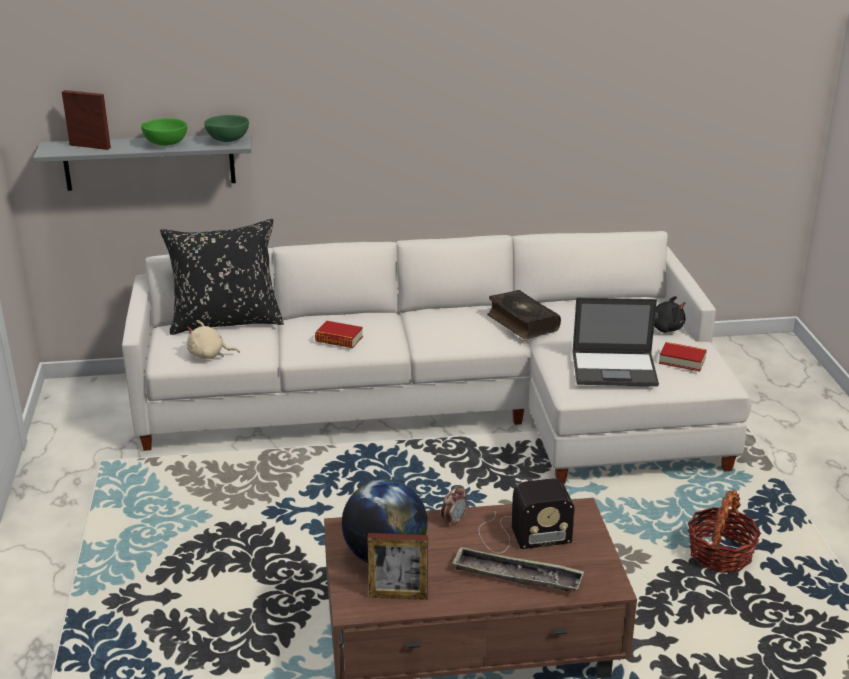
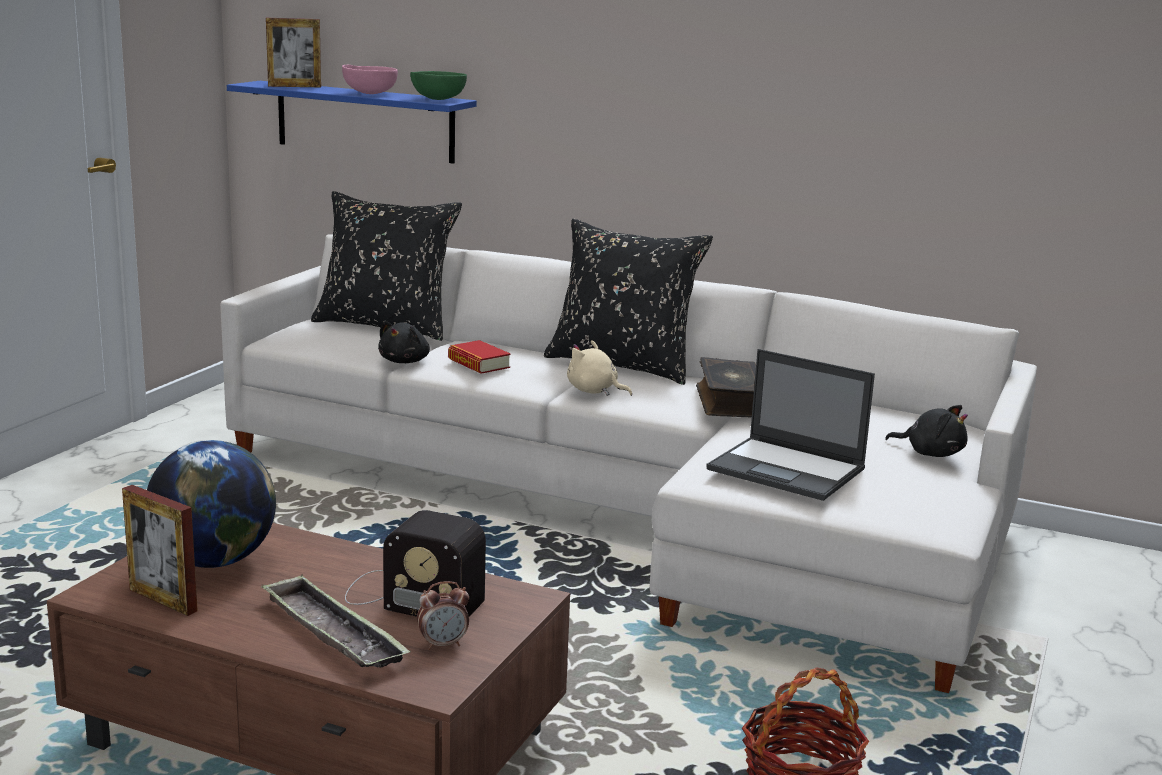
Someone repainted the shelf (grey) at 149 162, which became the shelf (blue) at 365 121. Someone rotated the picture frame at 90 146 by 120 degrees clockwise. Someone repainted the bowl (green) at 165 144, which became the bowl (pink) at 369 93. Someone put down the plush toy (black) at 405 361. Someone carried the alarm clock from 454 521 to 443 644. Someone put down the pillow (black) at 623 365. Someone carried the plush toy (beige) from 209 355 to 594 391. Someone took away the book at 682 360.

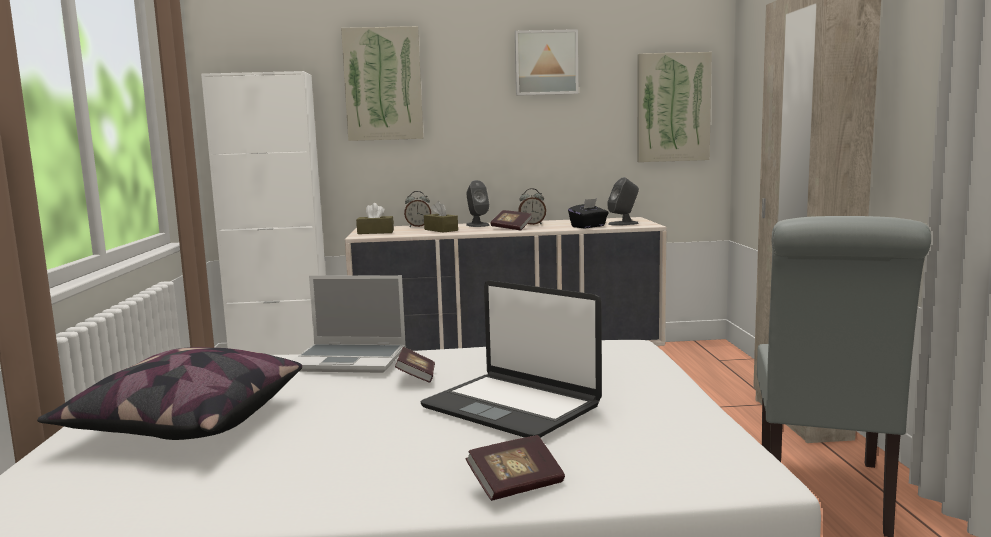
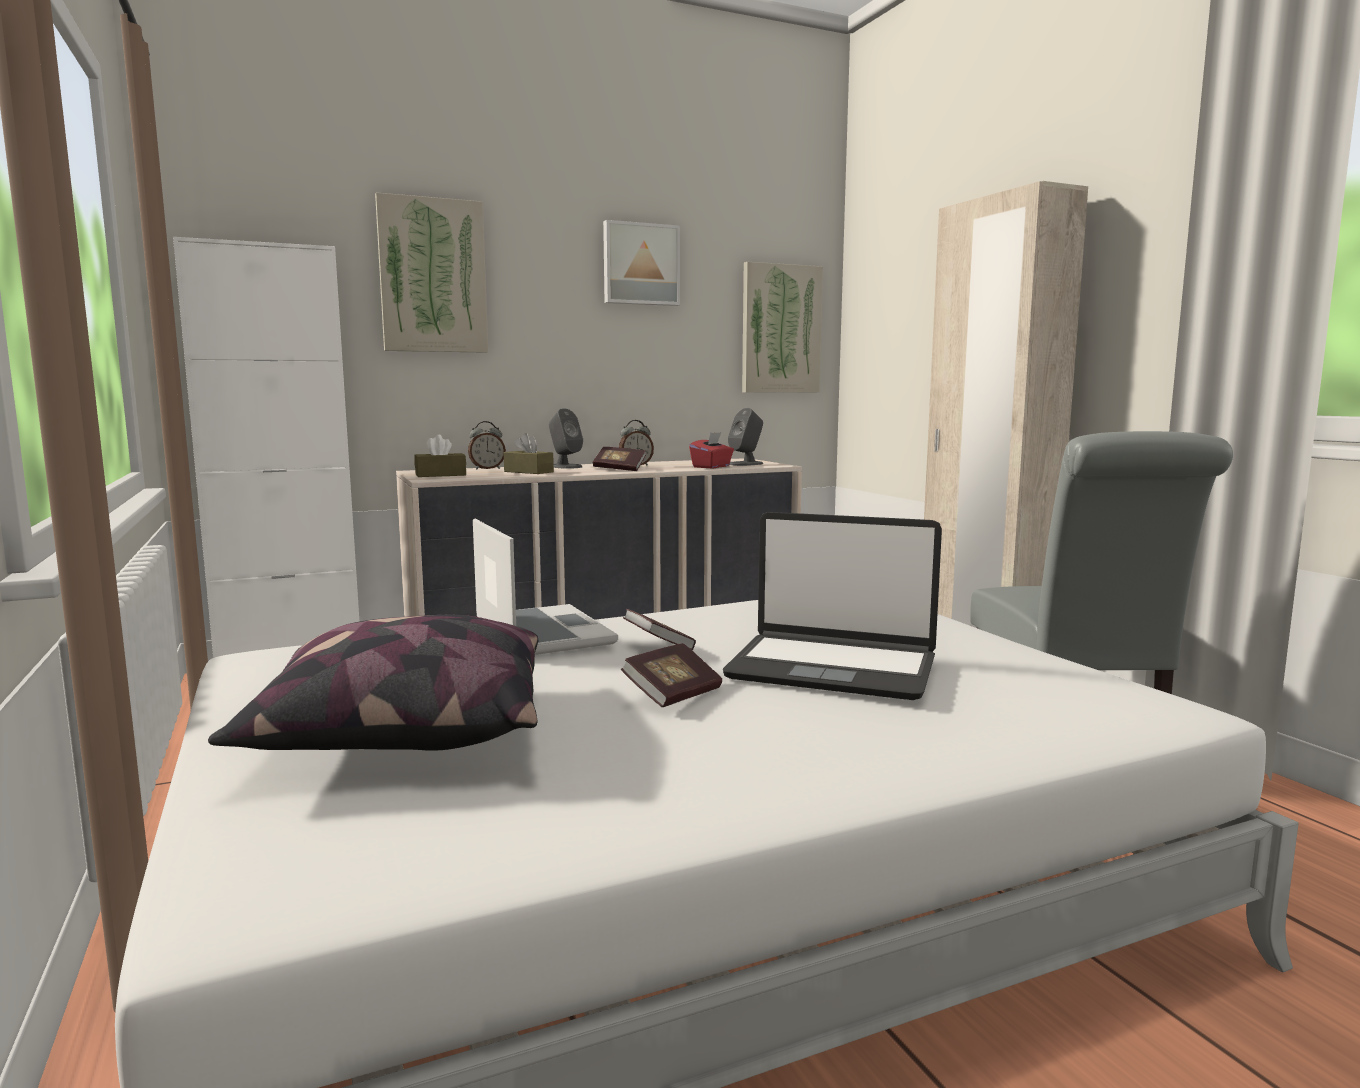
Someone rotated the laptop at 351 360 by 105 degrees counterclockwise. Someone carried the book from 516 485 to 673 695. Someone repainted the tissue box (black) at 588 226, which became the tissue box (red) at 712 467.

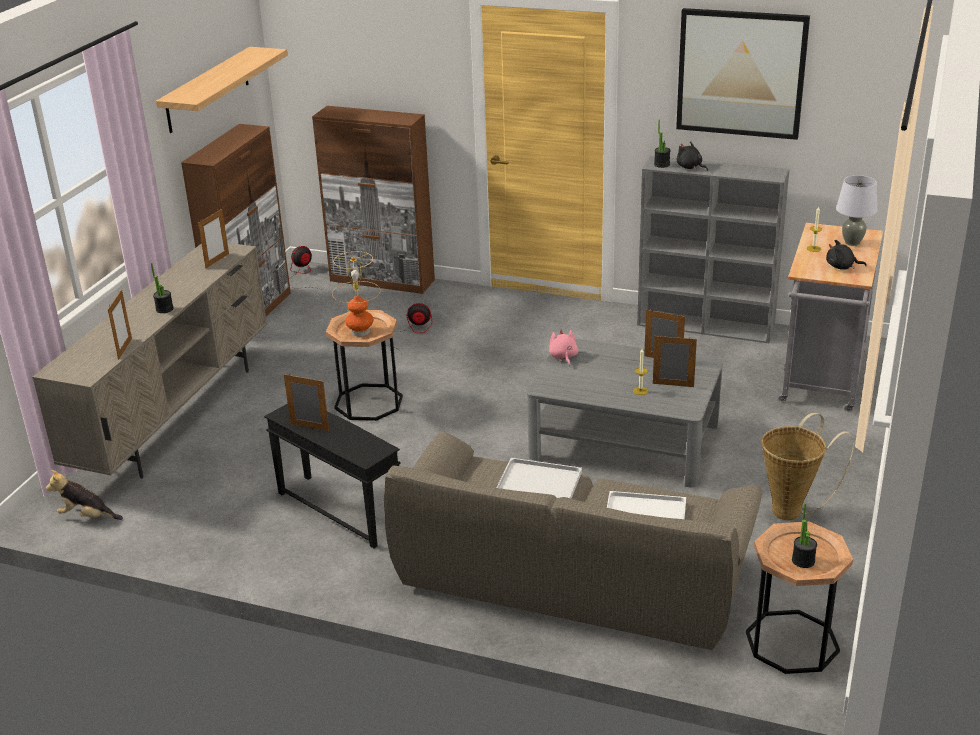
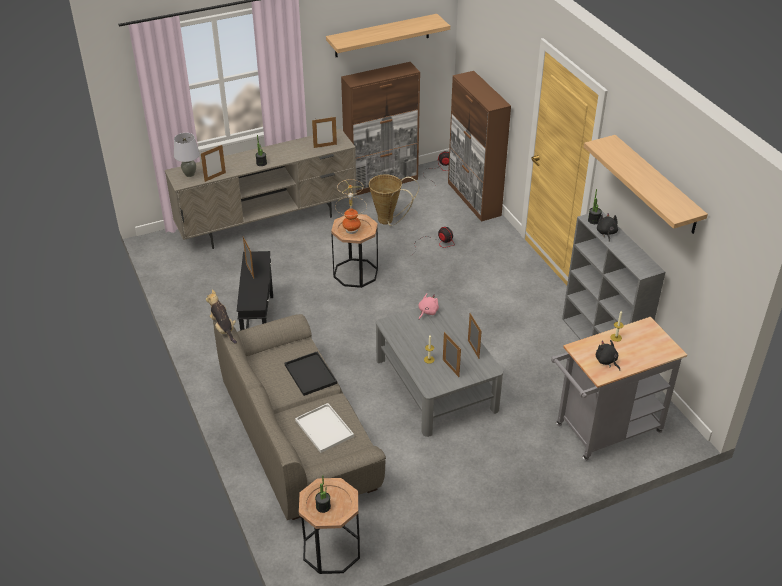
Someone carried the table lamp (grey) from 852 242 to 190 174. Someone carried the plush toy from 87 516 to 223 328. Someone repainted the tray (white) at 541 482, which became the tray (black) at 311 374. Someone carried the basket from 792 510 to 389 221. Someone swapped the picture at 741 73 for the shelf at 656 185.

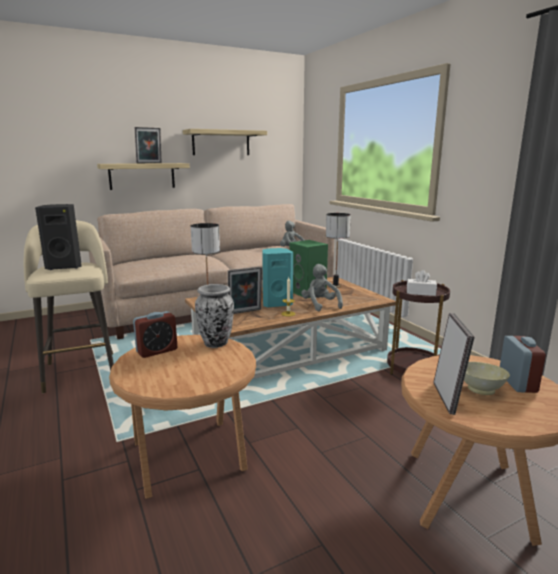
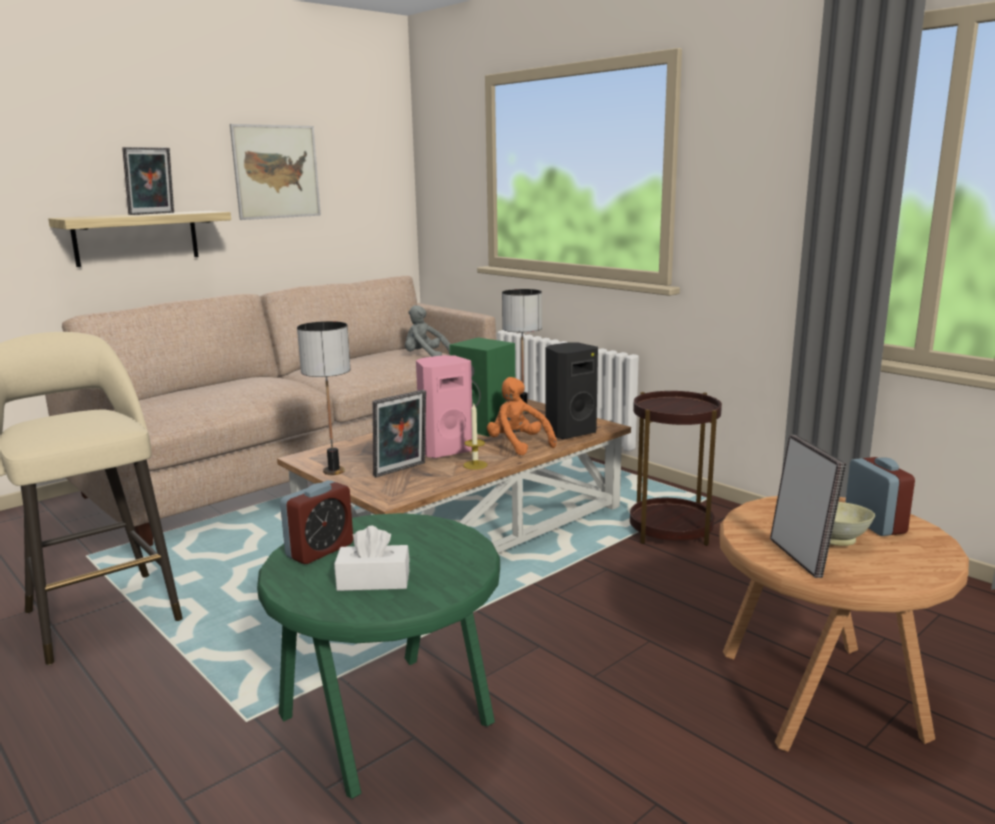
Someone swapped the shelf at 221 143 for the picture at 276 172. Someone repainted the side table (brown) at 191 456, which became the side table (green) at 390 720. Someone carried the tissue box (white) from 420 293 to 373 581. Someone repainted the speaker (turquoise) at 276 303, which became the speaker (pink) at 444 450. Someone repainted the plush toy (grey) at 320 305, which became the plush toy (orange) at 518 445. Someone carried the speaker (black) from 65 267 to 569 432. Someone took away the vase at 216 343.

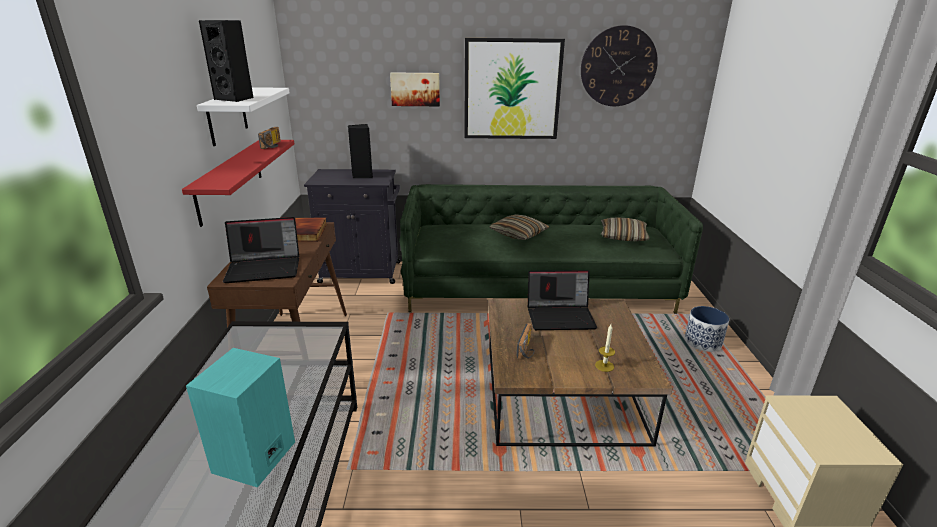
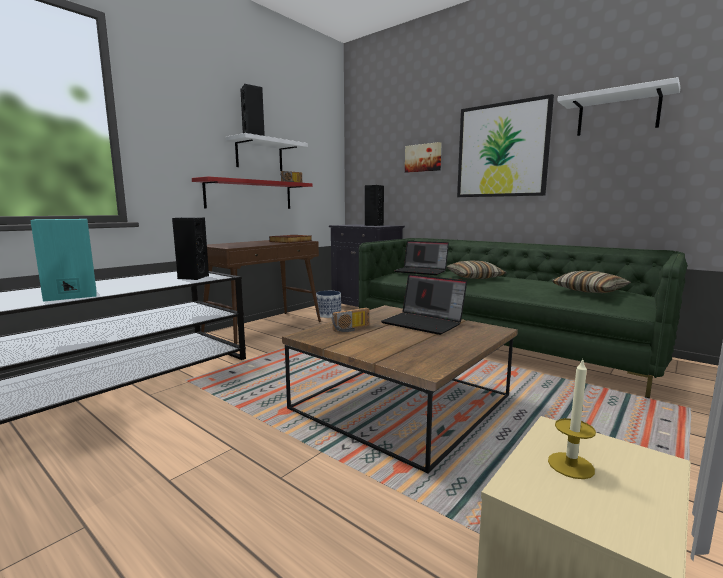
Someone put down the speaker (black) at 193 277. Someone carried the planter from 703 342 to 328 315. Someone carried the laptop from 265 268 to 422 271. Someone carried the candle from 604 366 to 570 465. Someone swapped the wall clock at 618 66 for the shelf (white) at 617 114.

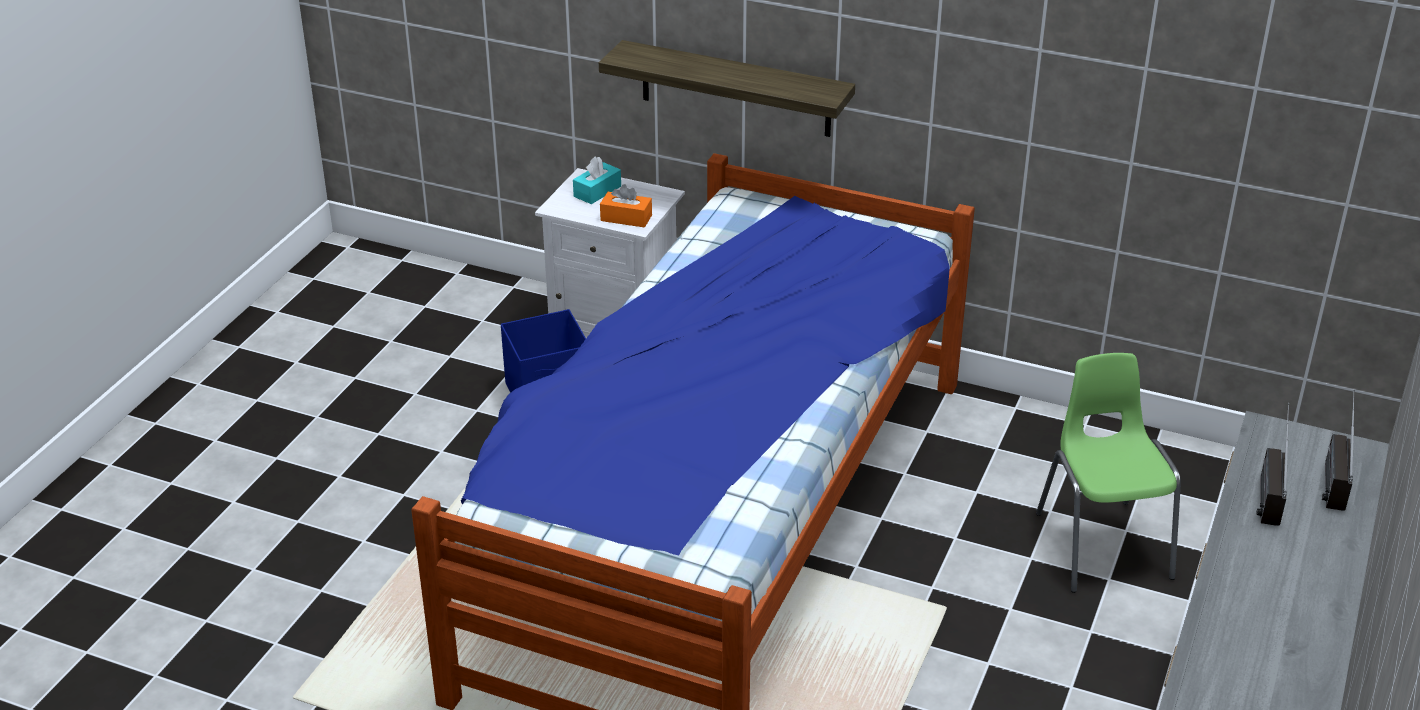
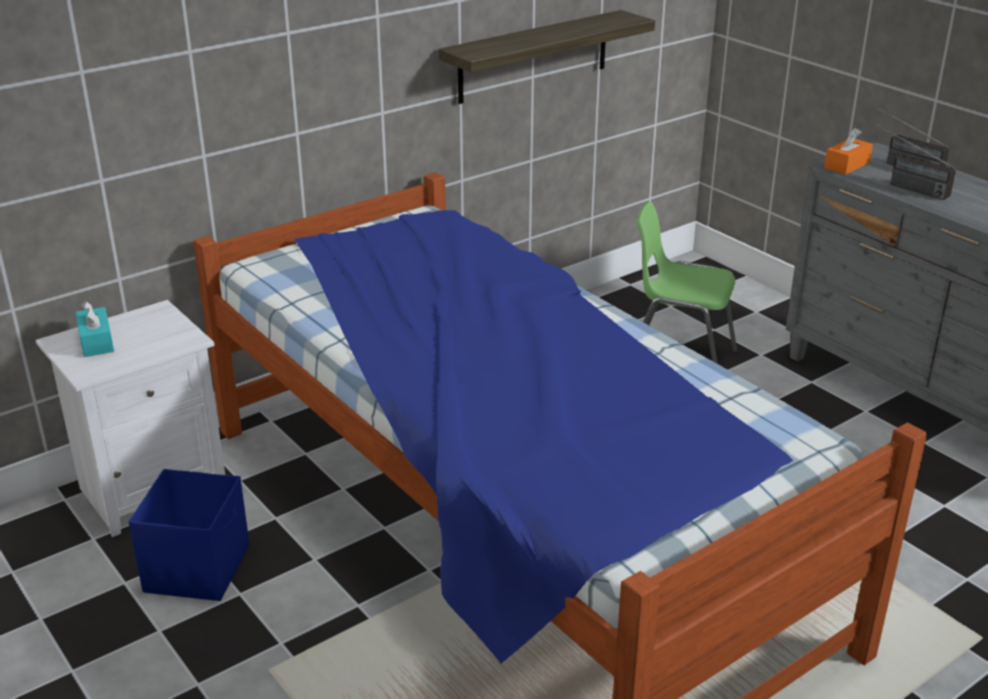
Someone carried the shelf from 735 89 to 534 56. Someone carried the tissue box (orange) from 626 218 to 847 165.

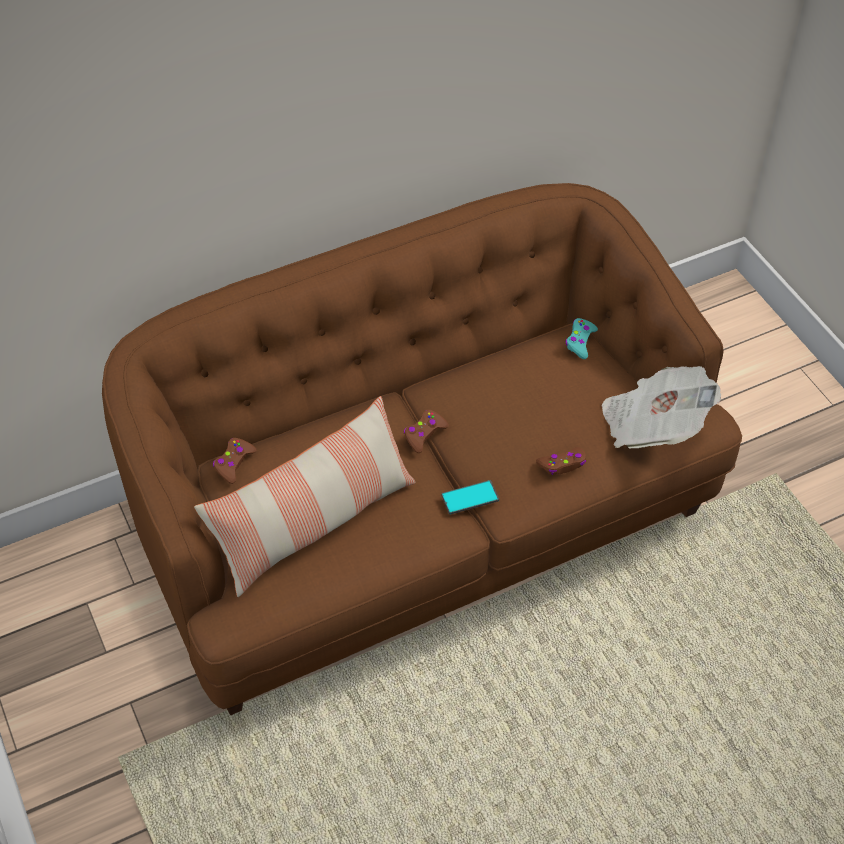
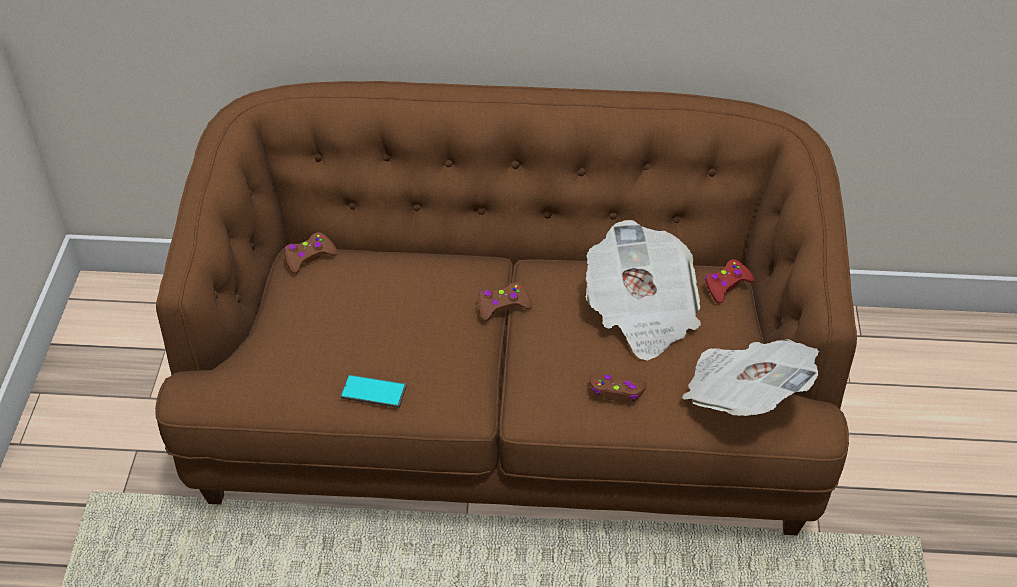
Someone carried the phone from 470 497 to 373 392. Someone put down the newspaper at 641 313. Someone repainted the game controller (turquoise) at 580 342, which became the game controller (red) at 726 285. Someone took away the pillow at 314 522.

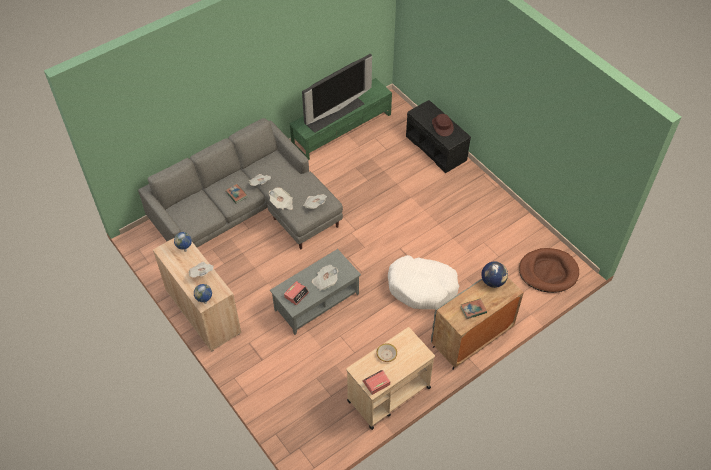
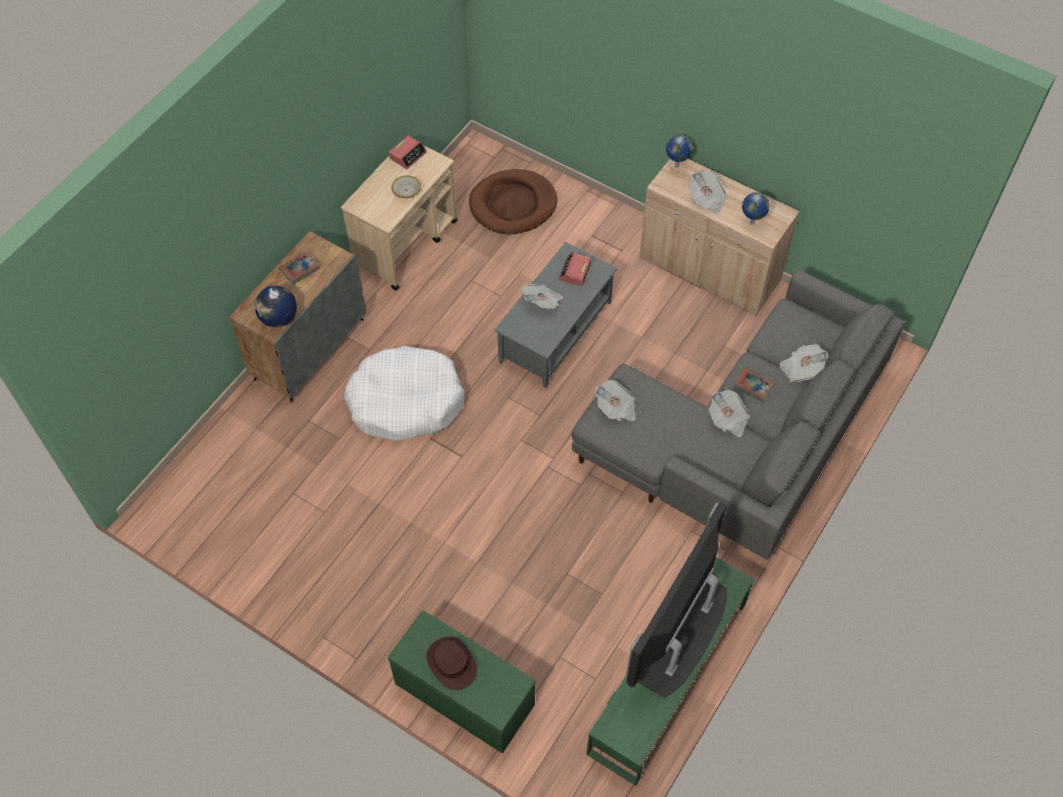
Someone repainted the bench (black) at 437 148, which became the bench (green) at 463 694. Someone carried the dog bed (brown) from 548 272 to 513 205. Someone carried the newspaper from 282 203 to 801 369.

